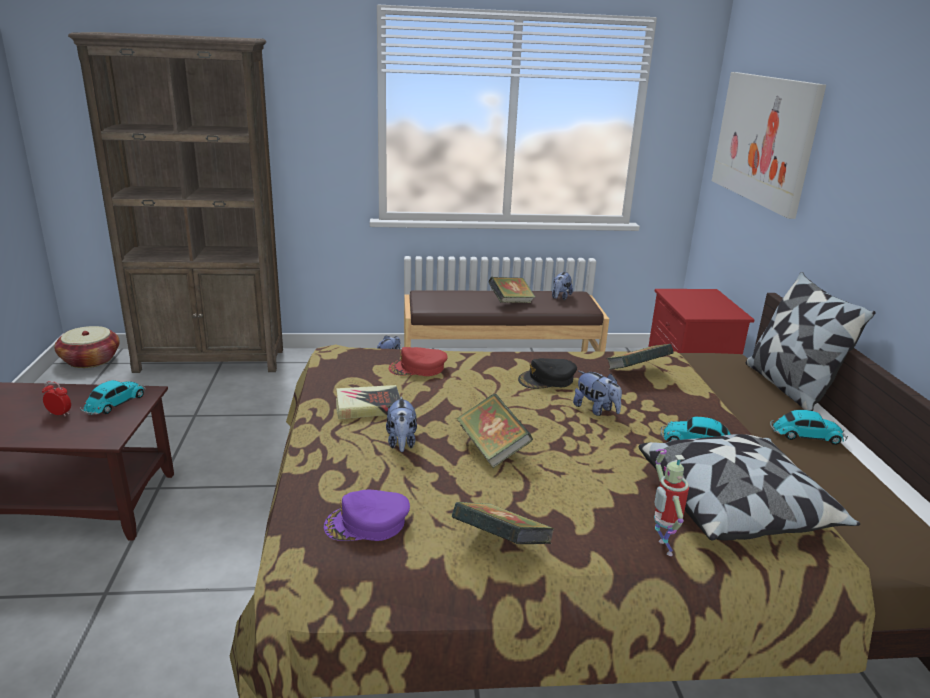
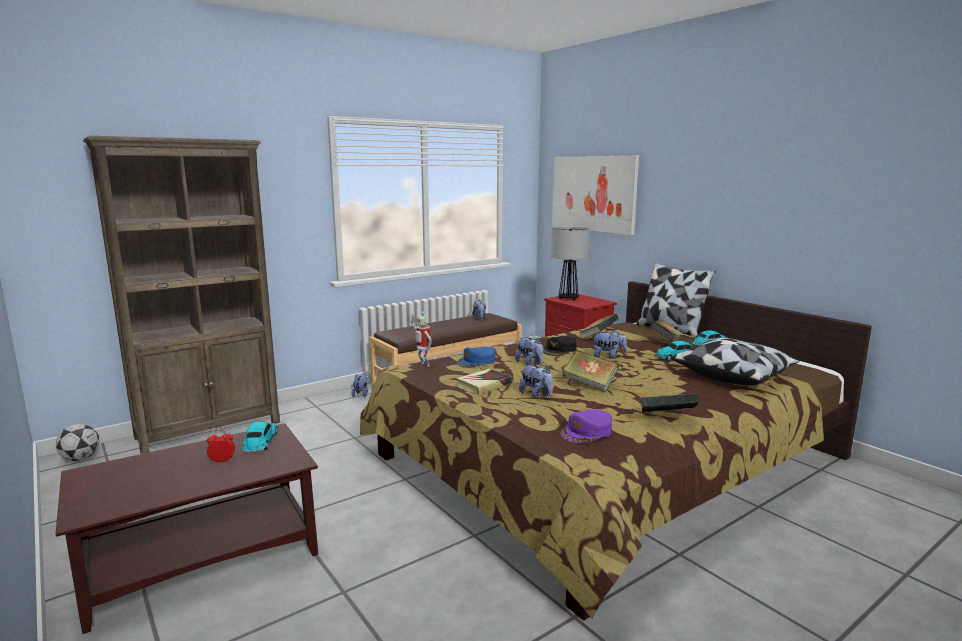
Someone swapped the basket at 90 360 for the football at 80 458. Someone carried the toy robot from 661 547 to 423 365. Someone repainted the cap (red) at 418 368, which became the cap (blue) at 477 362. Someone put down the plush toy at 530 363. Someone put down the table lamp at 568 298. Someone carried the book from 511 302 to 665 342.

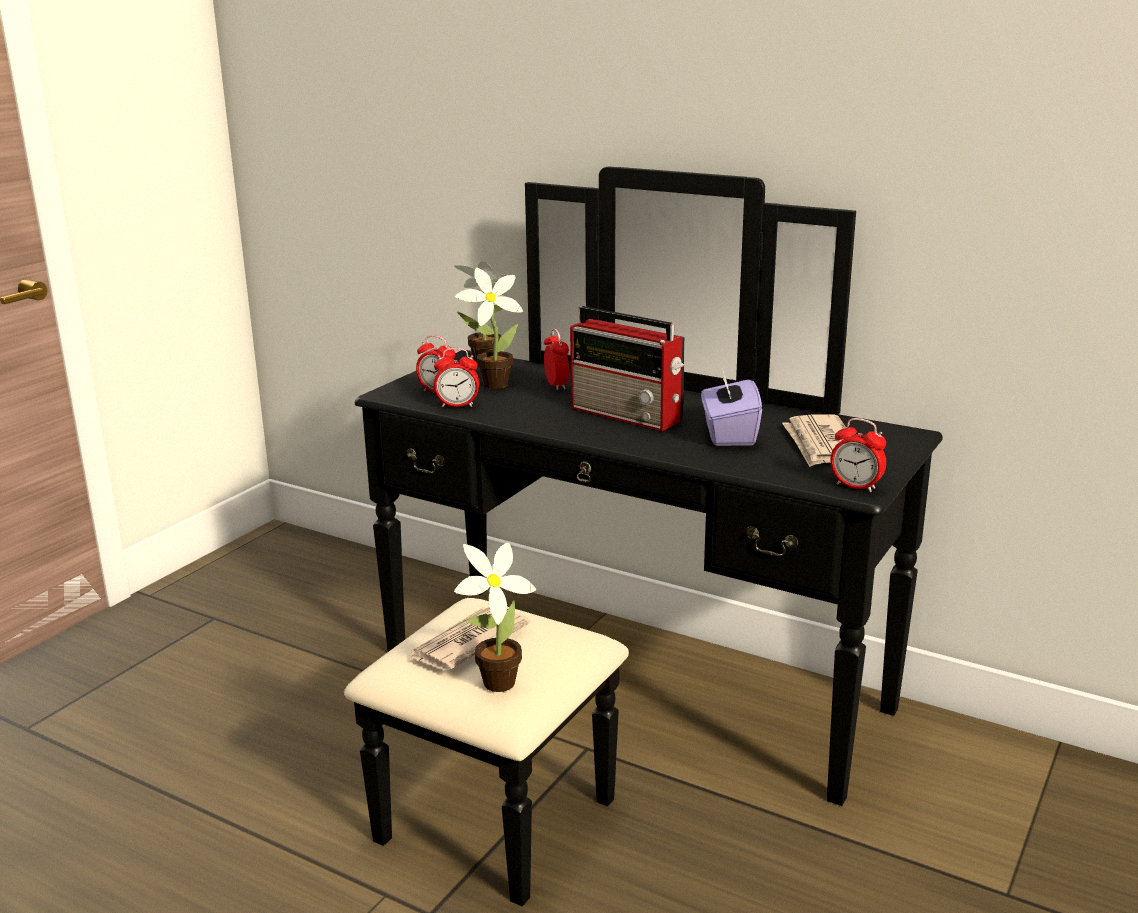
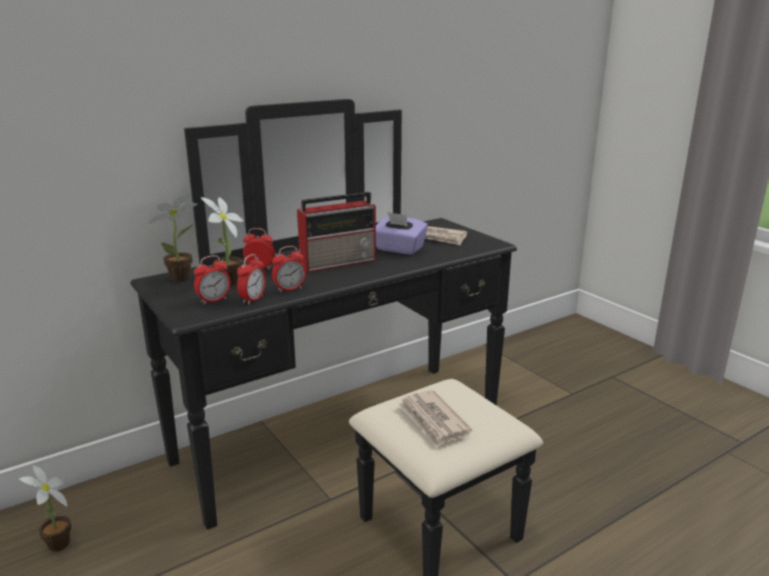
Someone carried the potted plant from 493 684 to 57 547. Someone carried the alarm clock from 856 486 to 290 289.

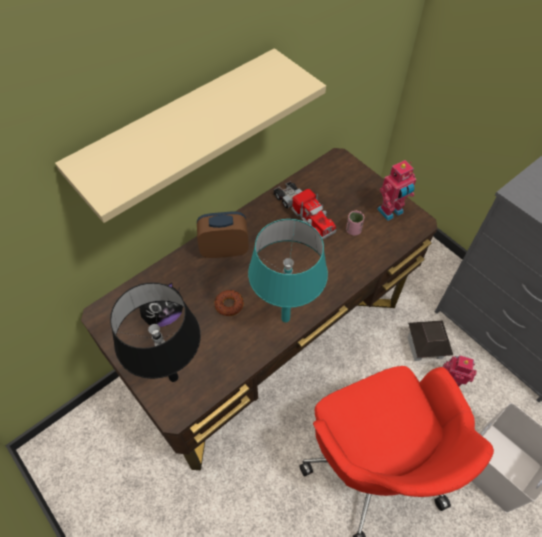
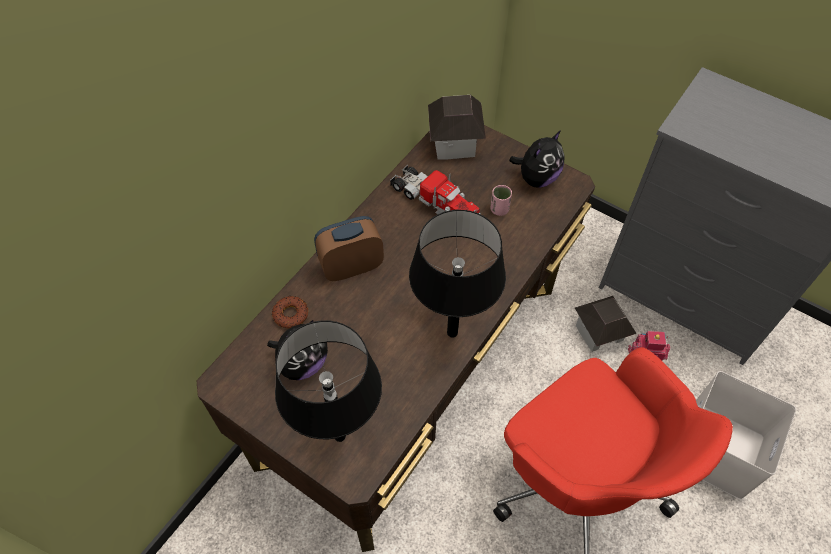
Someone carried the donut from 229 305 to 291 314. Someone repainted the table lamp (turquoise) at 285 318, which became the table lamp (black) at 452 333. Someone put down the toy house at 454 143. Someone swapped the toy robot at 391 212 for the plush toy at 536 178. Someone took away the shelf (beige) at 179 127.

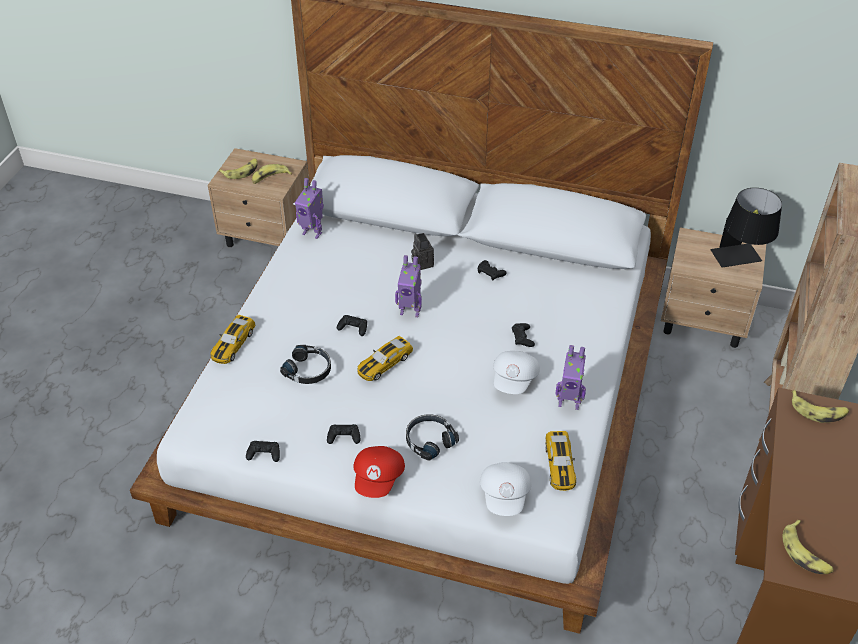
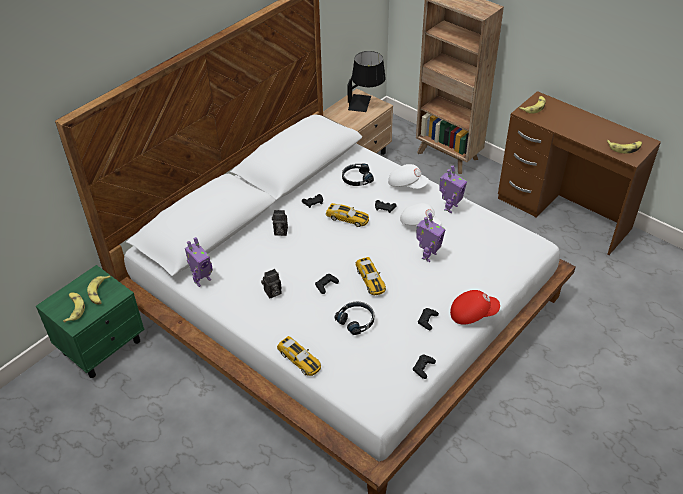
Someone repainted the nightstand (beige) at 267 236, which became the nightstand (green) at 103 346. Someone put down the photo camera at 272 293. Someone carried the toy car from 559 465 to 347 218. Someone carried the headphones (black) from 429 440 to 356 178. Someone carried the cap (white) from 505 496 to 407 184. Someone carried the toy robot from 410 311 to 428 255. Someone rotated the cap (red) at 379 479 by 45 degrees counterclockwise.

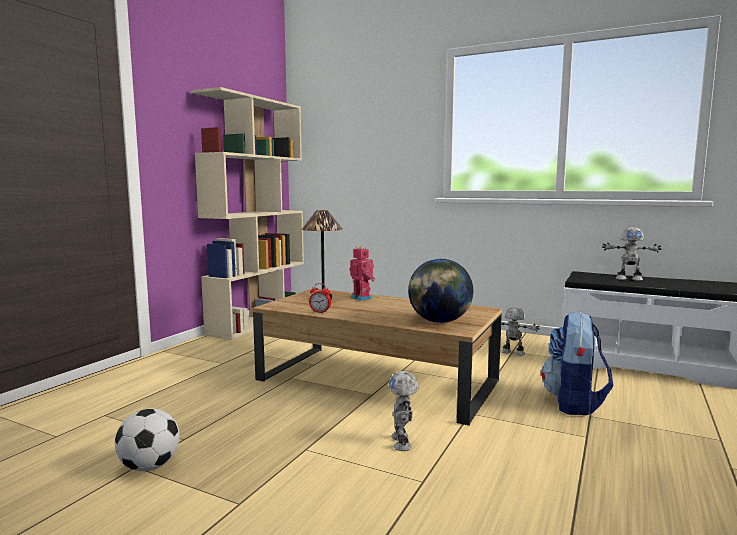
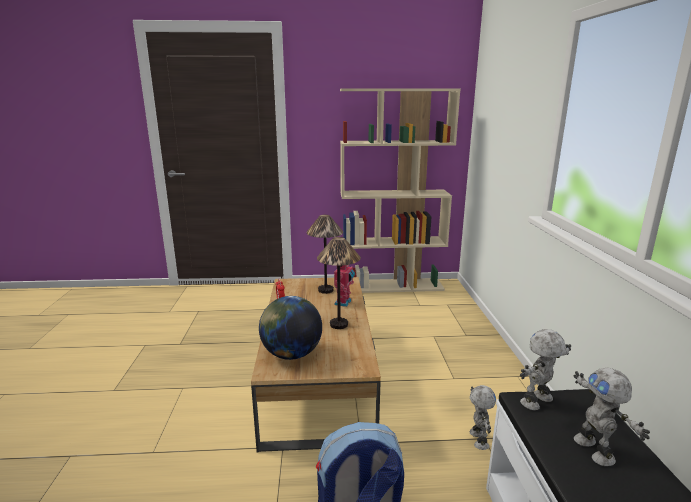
Someone put down the table lamp at 339 325. Someone carried the toy robot from 402 442 to 538 402. Someone took away the football at 149 466.

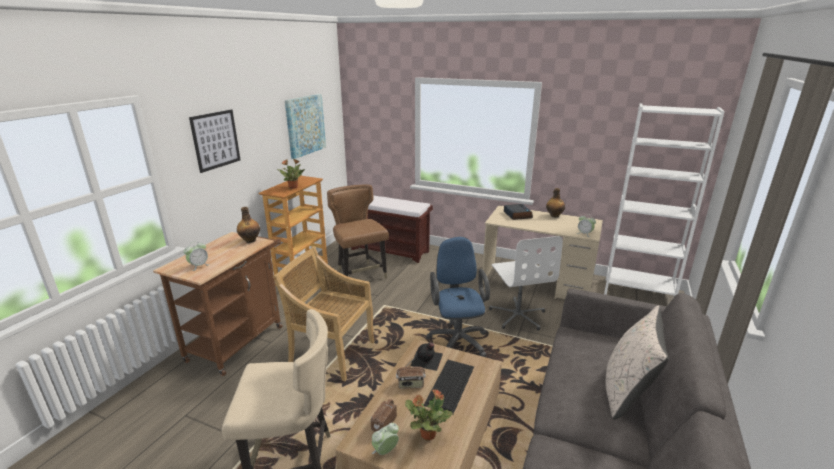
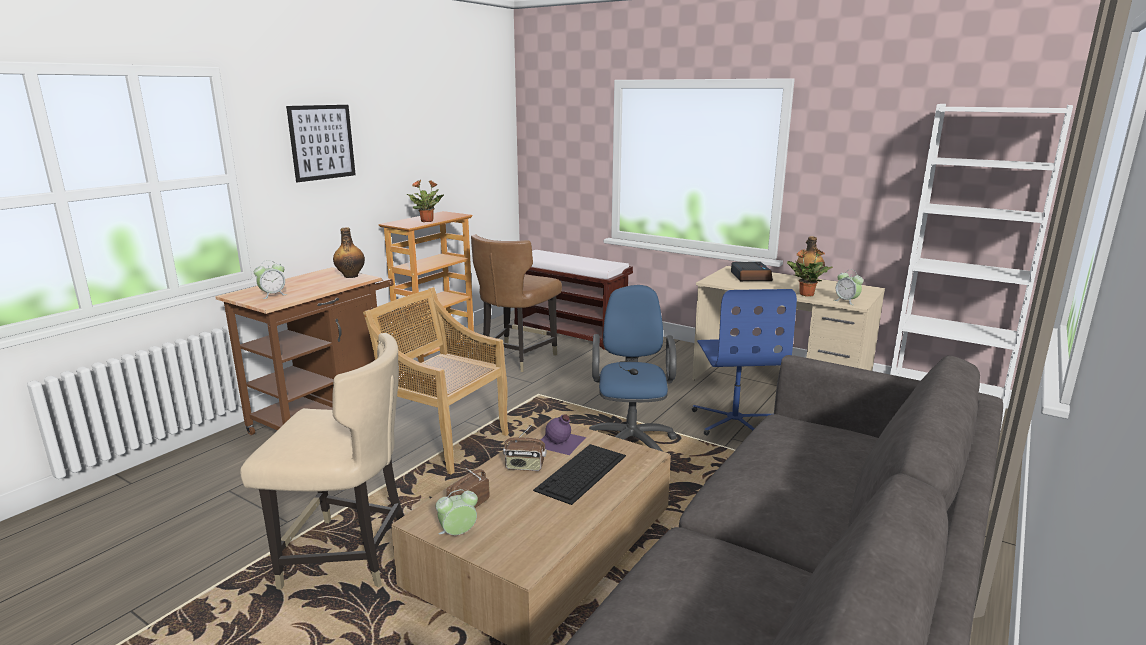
Someone rotated the chair (brown) at 360 275 by 135 degrees counterclockwise. Someone repainted the bottle (black) at 427 359, which became the bottle (purple) at 560 442. Someone repainted the office chair (white) at 518 315, which became the office chair (blue) at 735 421. Someone carried the potted plant from 427 434 to 805 294. Someone took away the picture at 305 125. Someone took away the pillow (beige) at 626 392.

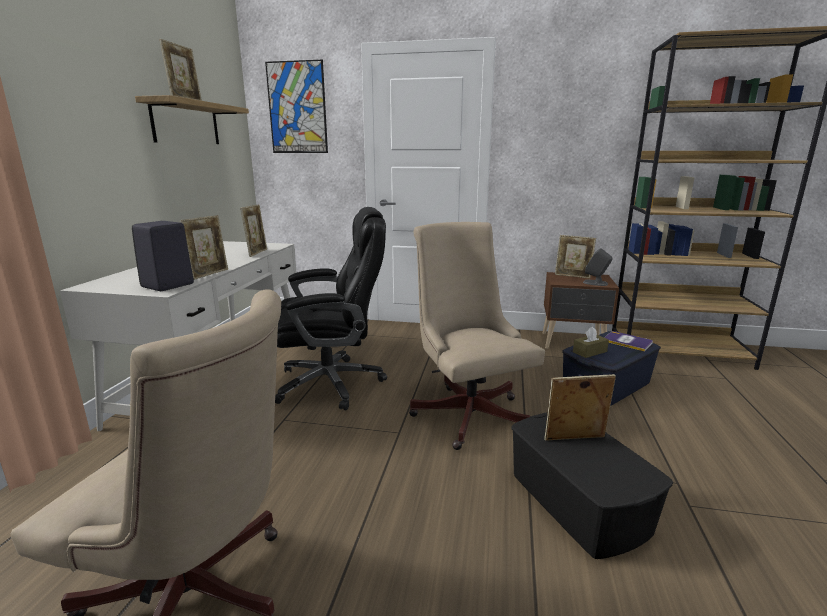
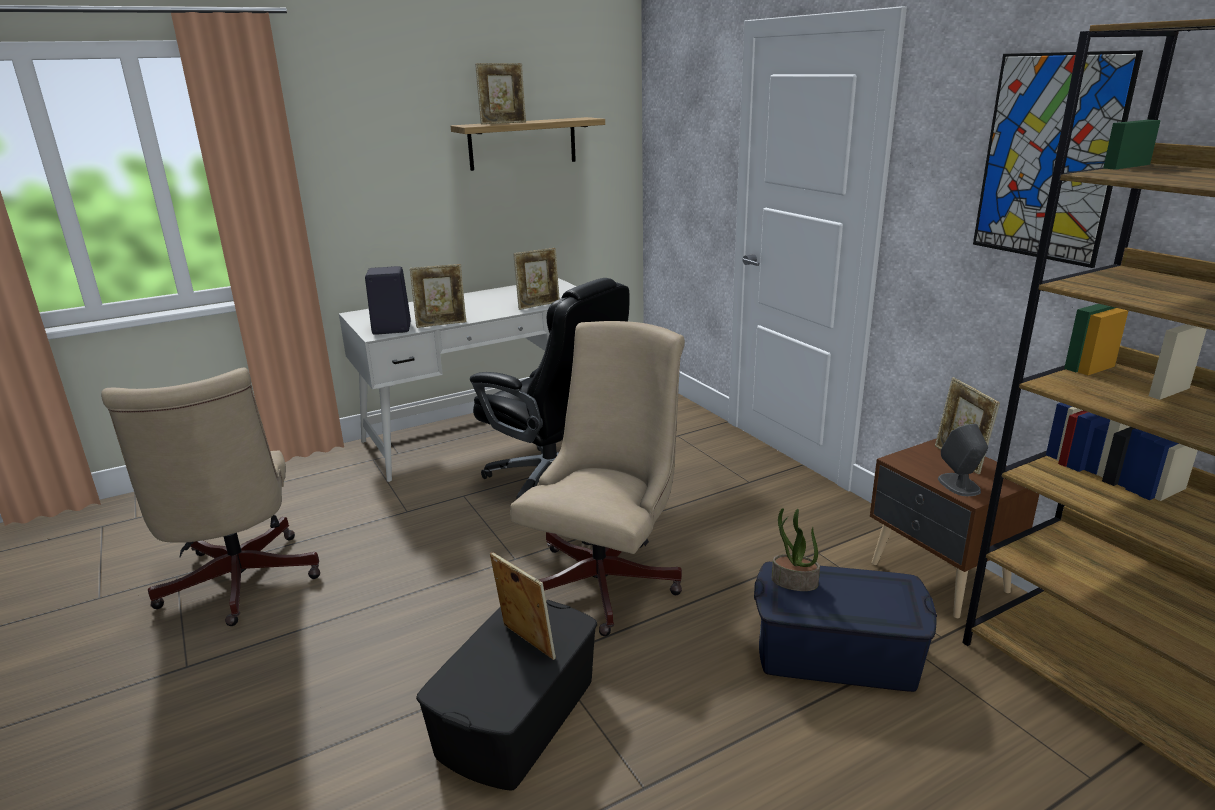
Someone swapped the tissue box (brown) at 589 352 for the potted plant at 793 582. Someone carried the picture from 297 108 to 1049 158. Someone took away the book at 627 341.

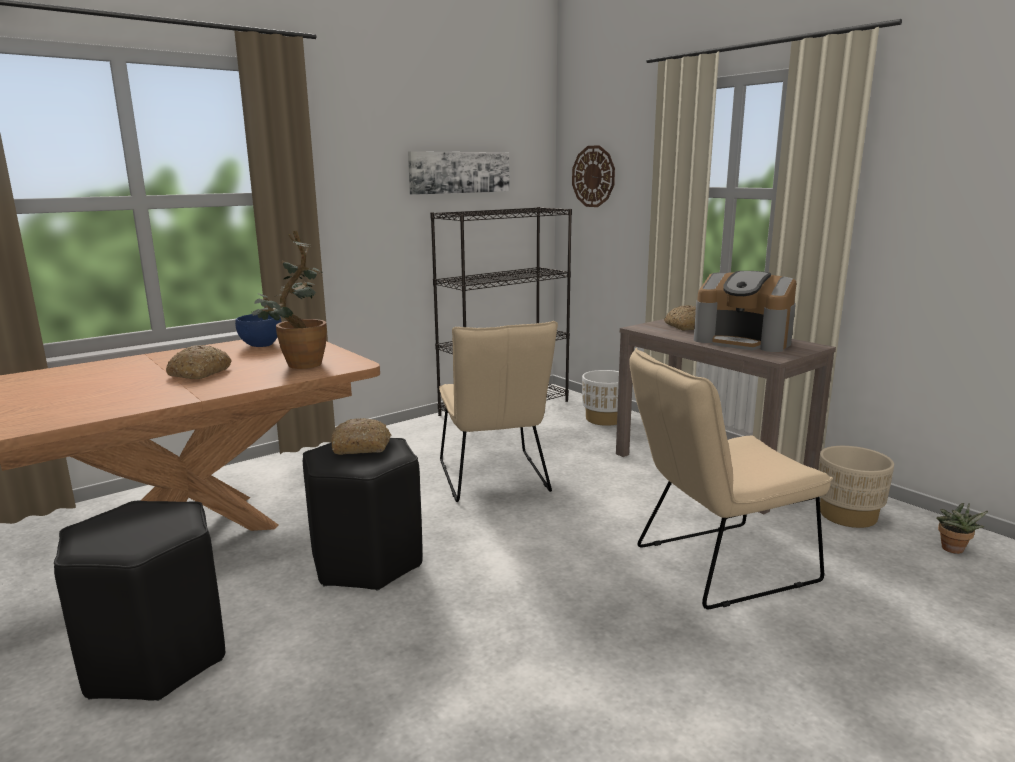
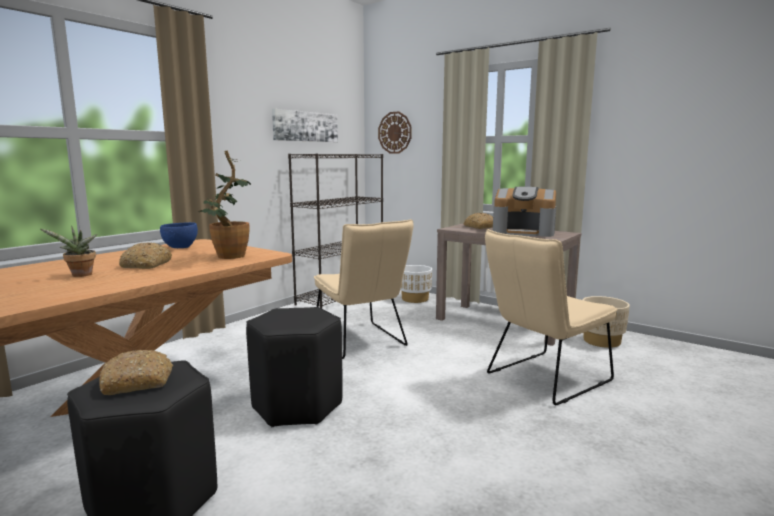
Someone carried the potted plant from 953 550 to 80 275. Someone carried the bread from 362 446 to 138 382.

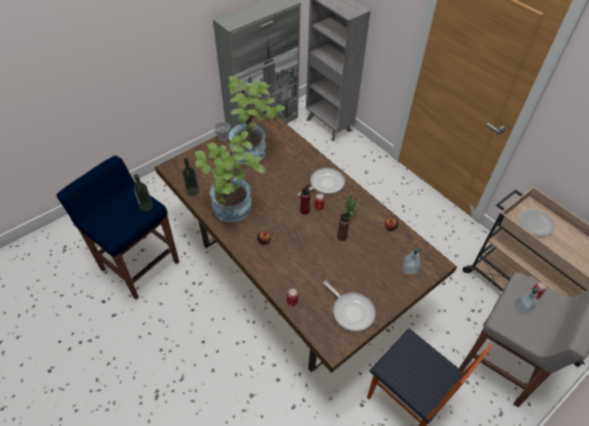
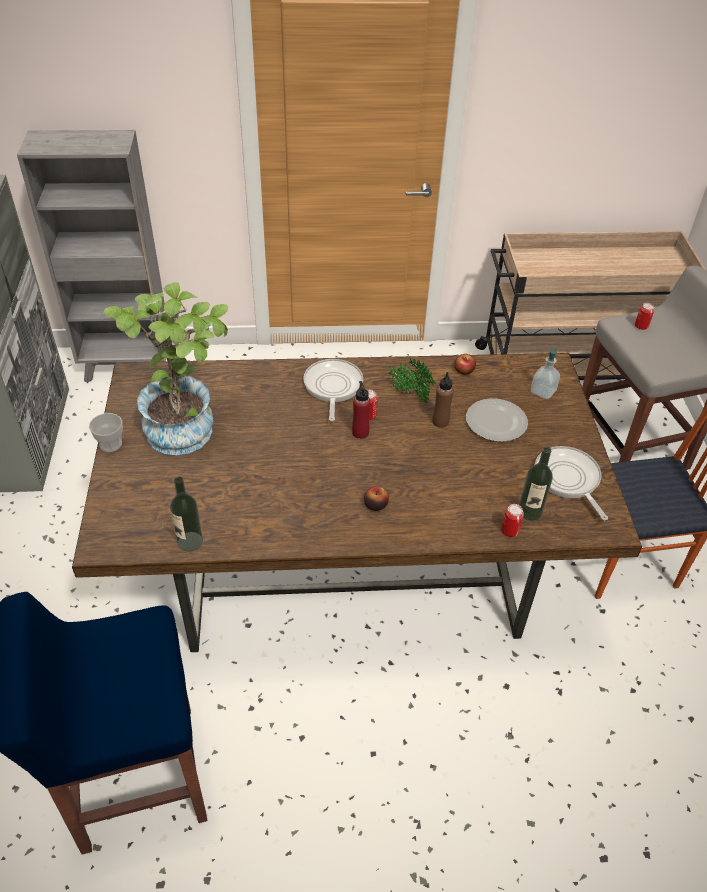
Someone carried the plate from 536 223 to 496 421. Someone carried the bottle from 146 206 to 530 511. Someone rotated the frying pan at 351 311 by 105 degrees counterclockwise. Someone took away the potted plant at 234 212. Someone took away the soap dispenser at 522 307.

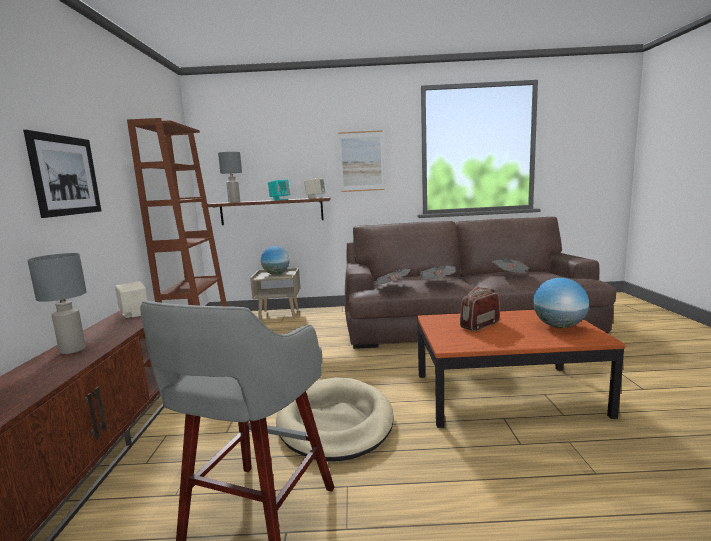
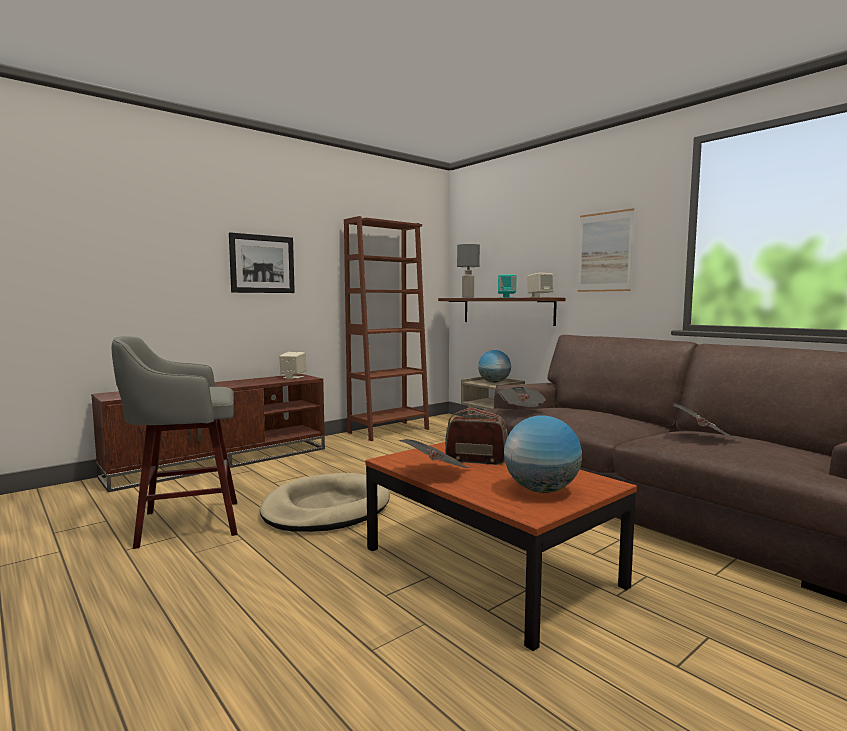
Someone carried the newspaper from 437 282 to 436 473. Someone took away the table lamp (grey) at 72 350.

